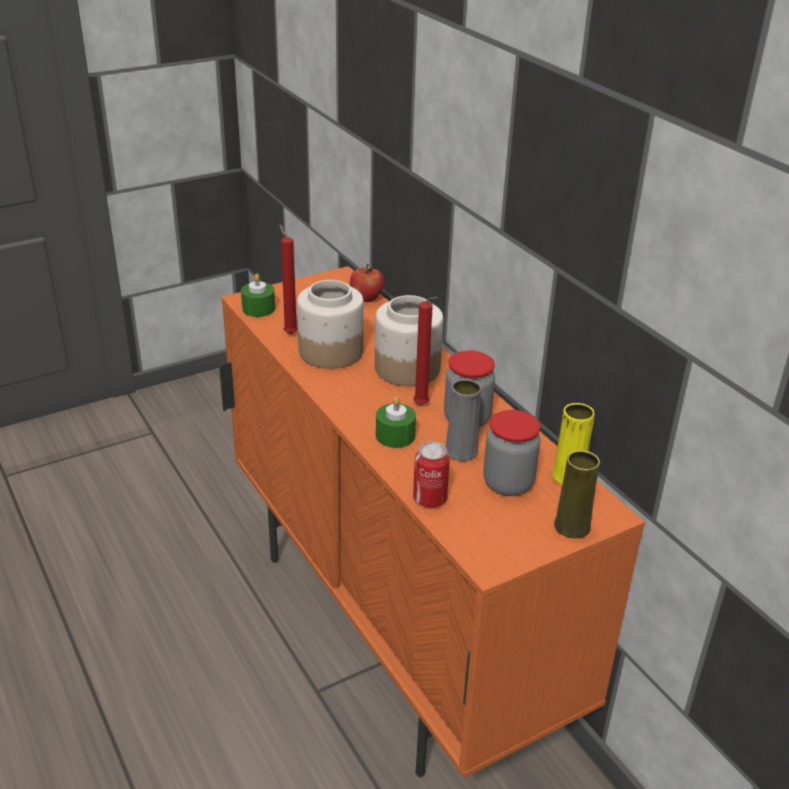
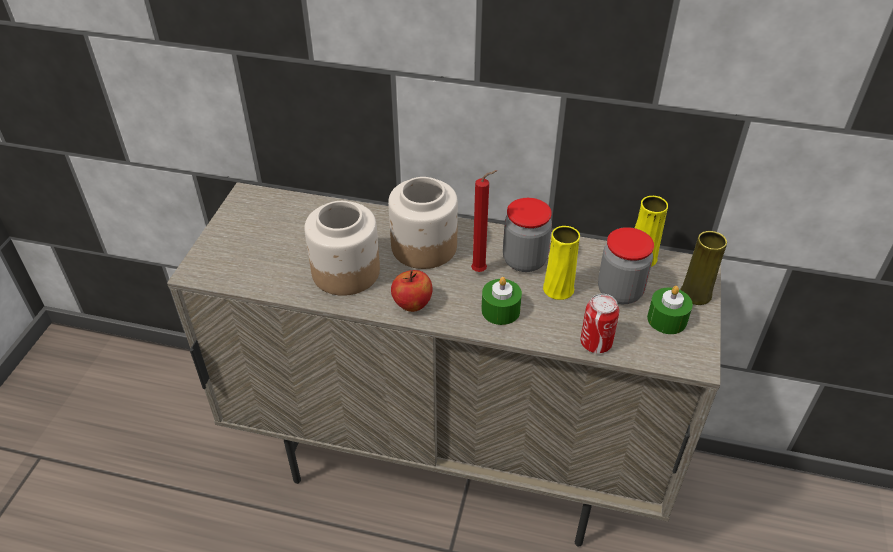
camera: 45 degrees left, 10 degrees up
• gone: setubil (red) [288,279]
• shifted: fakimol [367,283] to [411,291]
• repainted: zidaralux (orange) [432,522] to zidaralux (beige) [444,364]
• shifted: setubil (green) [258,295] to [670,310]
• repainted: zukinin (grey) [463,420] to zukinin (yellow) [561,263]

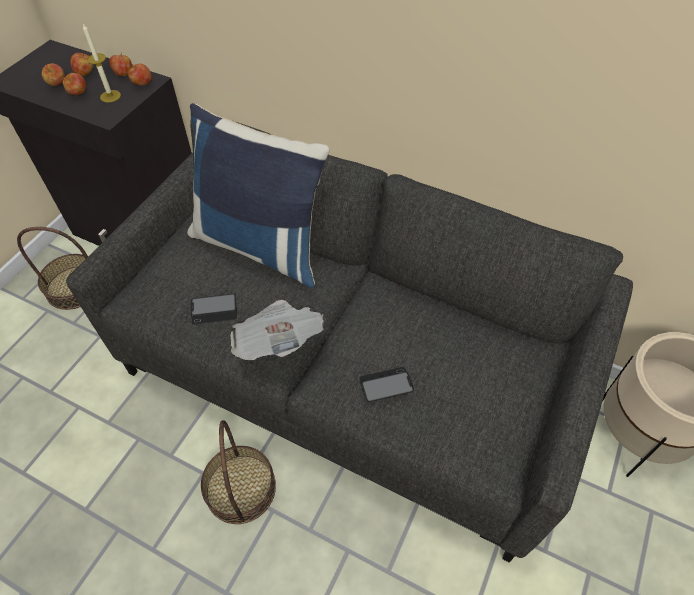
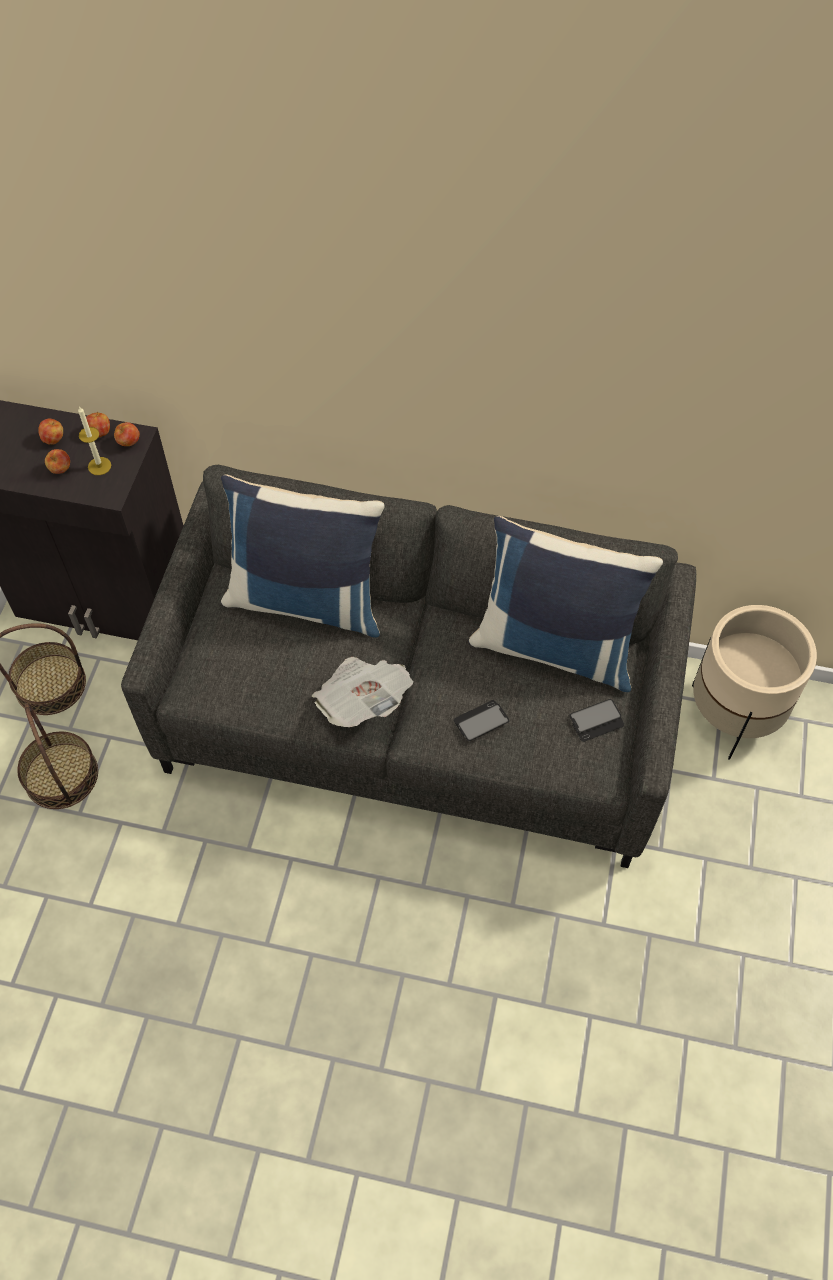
camera: 15 degrees left, 5 degrees up
• gone: fakimol [53,74]
• shifted: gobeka [214,309] to [597,720]
• shifted: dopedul [238,472] to [57,756]
• new: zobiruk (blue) [565,604]

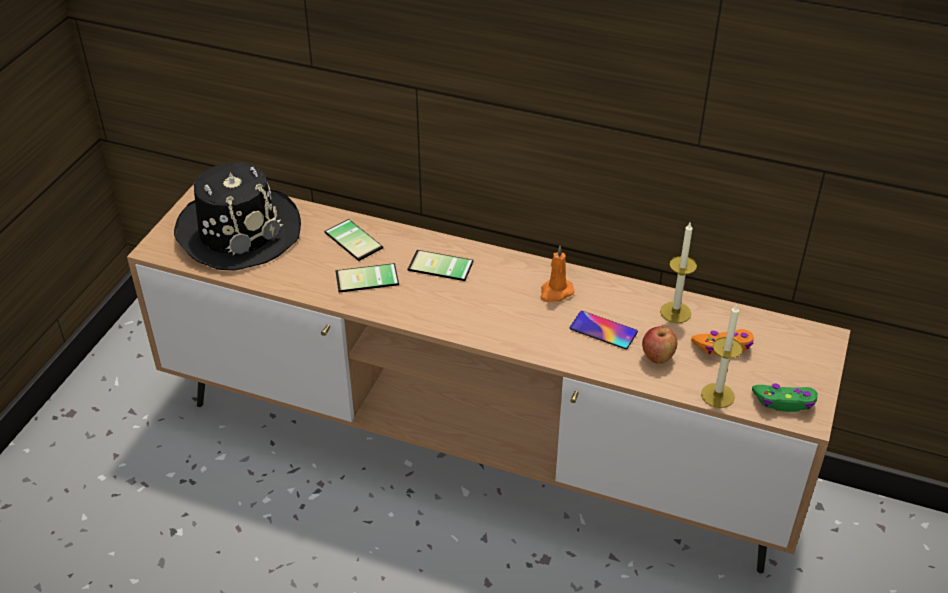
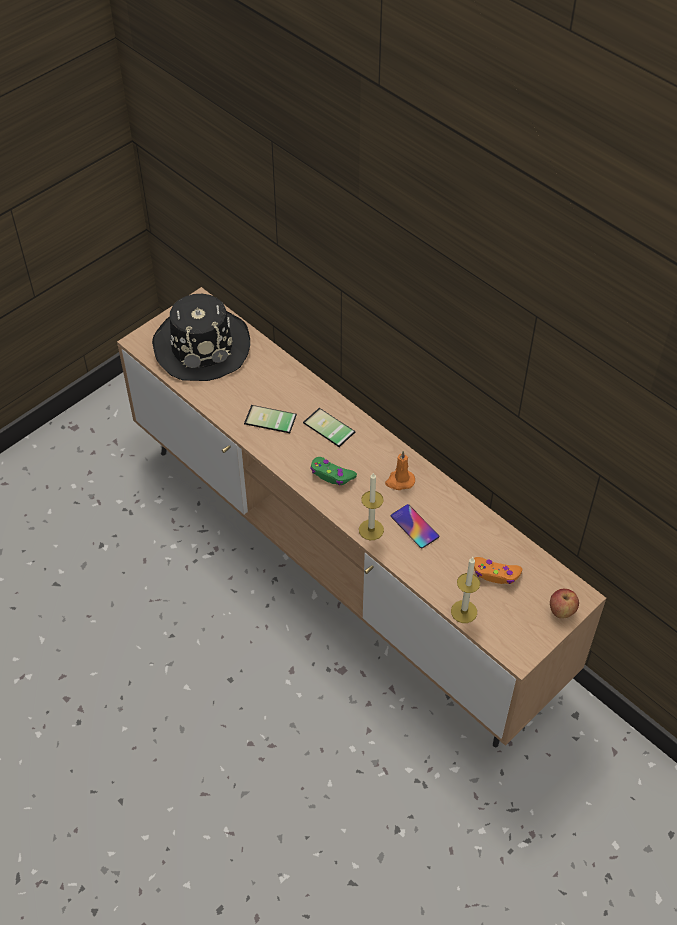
camera: 25 degrees right, 10 degrees up
• gone: gobeka [353,240]
• shifted: setubil [678,273] to [371,506]
• shifted: fakimol [659,345] to [564,604]
• shifted: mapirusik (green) [785,397] to [333,471]

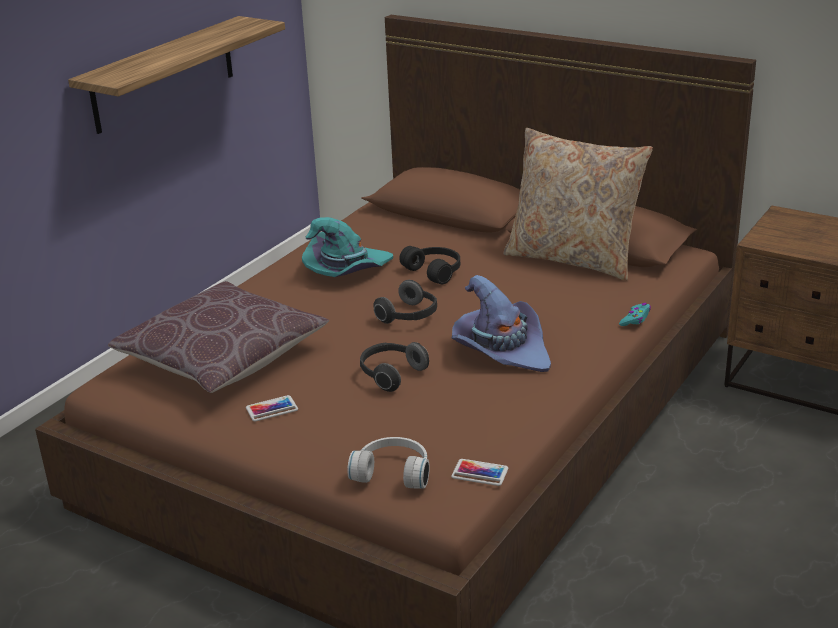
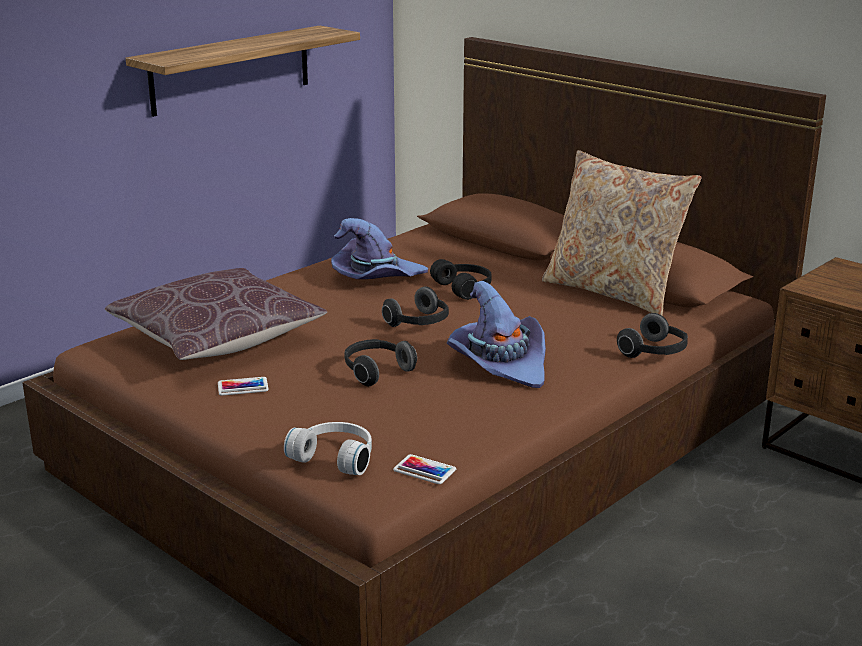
camera: 10 degrees right, 5 degrees down
• repainted: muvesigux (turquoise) [347,247] to muvesigux (purple) [379,248]
• swapped: mapirusik (turquoise) [635,314] to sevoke [652,335]

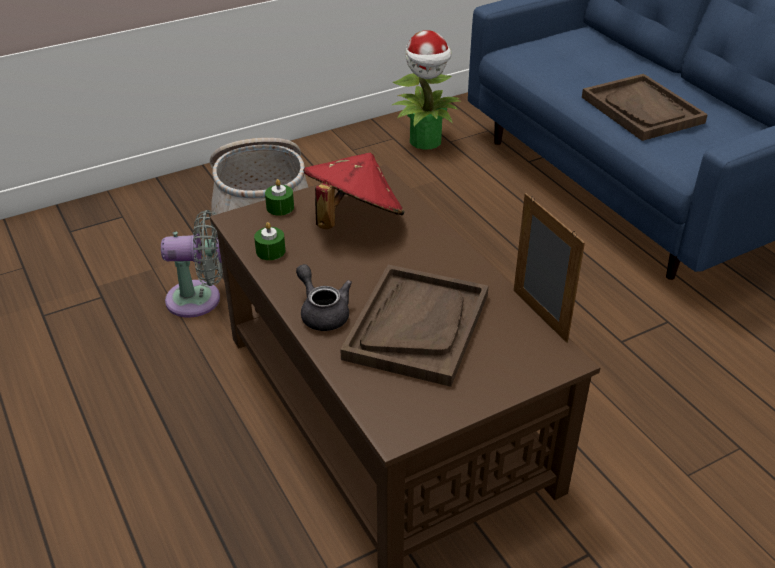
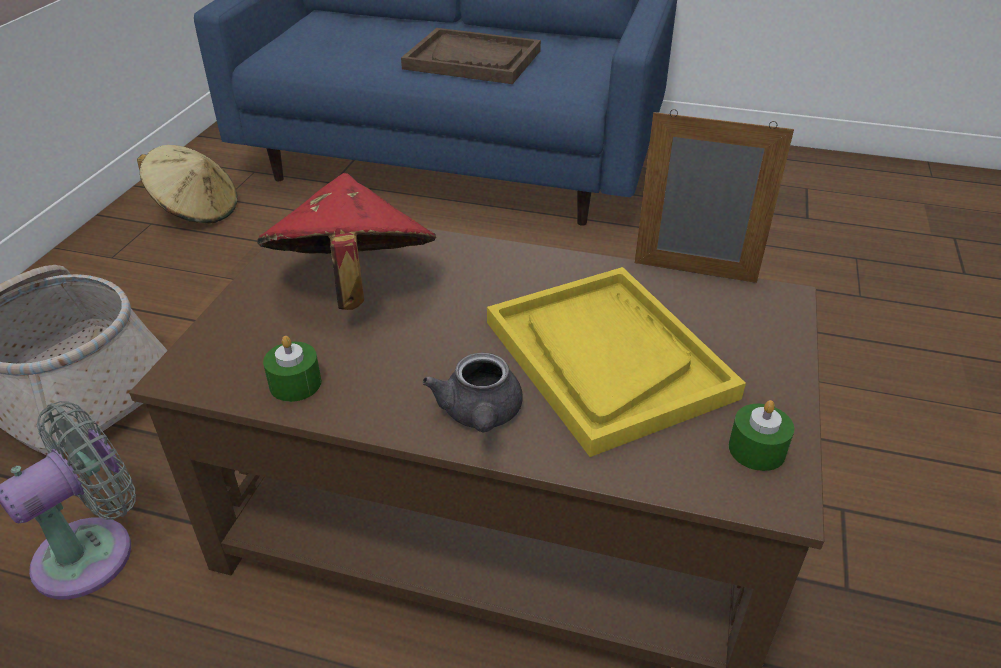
camera: 45 degrees left, 0 degrees up
• swapped: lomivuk [426,90] to muvesigux (beige) [187,184]
• shifted: setubil (green) [279,197] to [761,435]
• rotated: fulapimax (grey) [324,297] = [472,392] 105 degrees counterclockwise
• repainted: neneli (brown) [414,325] to neneli (yellow) [616,362]

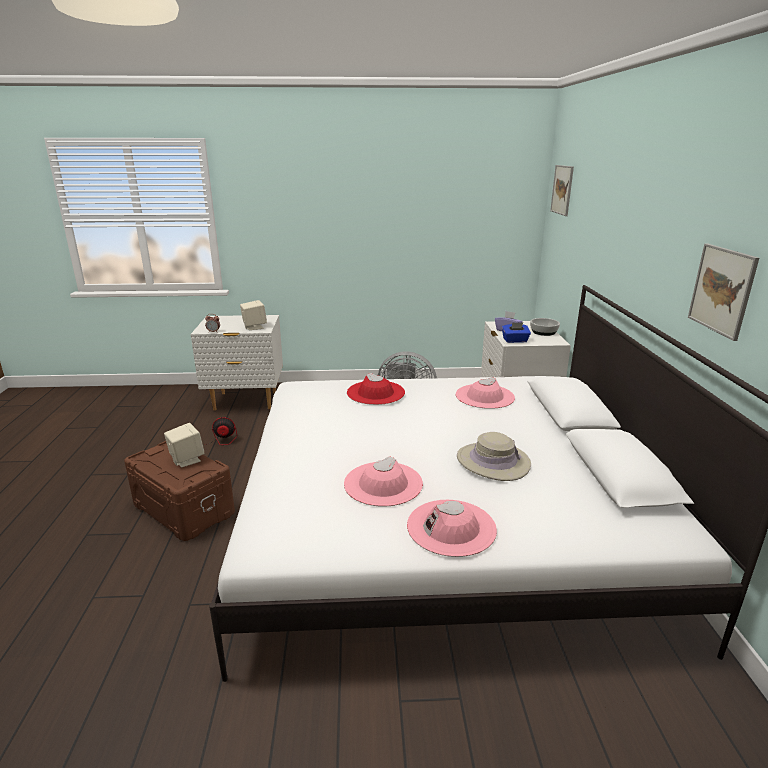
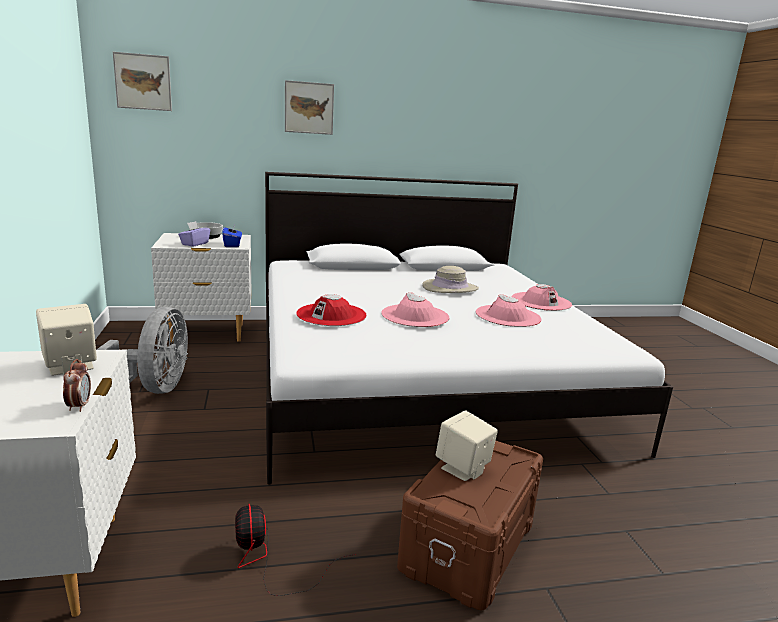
camera: 100 degrees left, 5 degrees down
• shifted: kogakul [723,292] to [309,107]
• shifted: muvesigux (pink) [485,393] to [415,309]

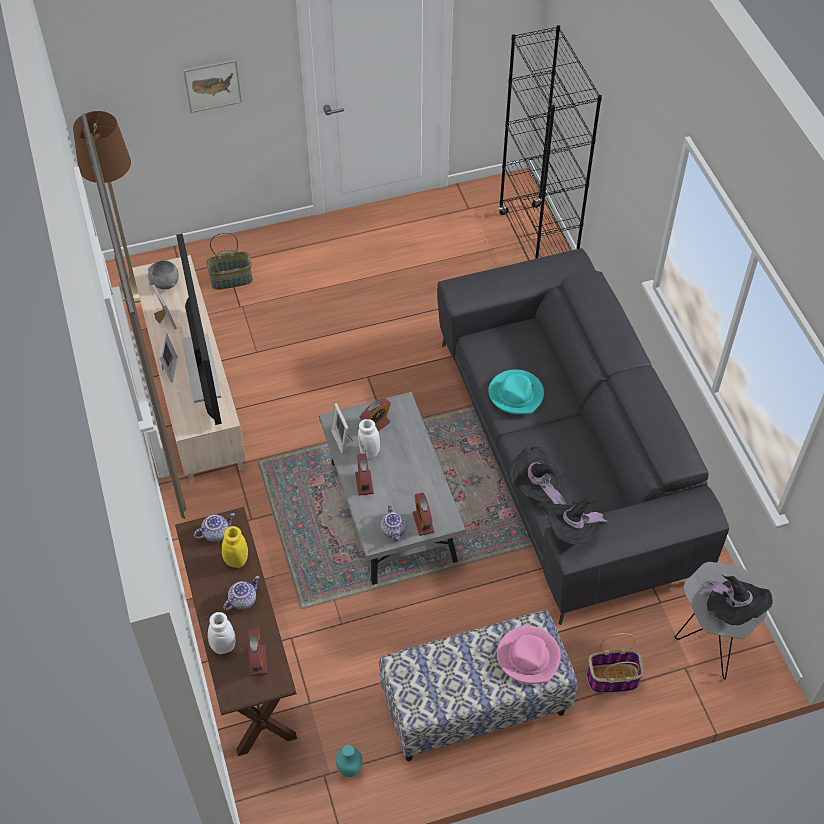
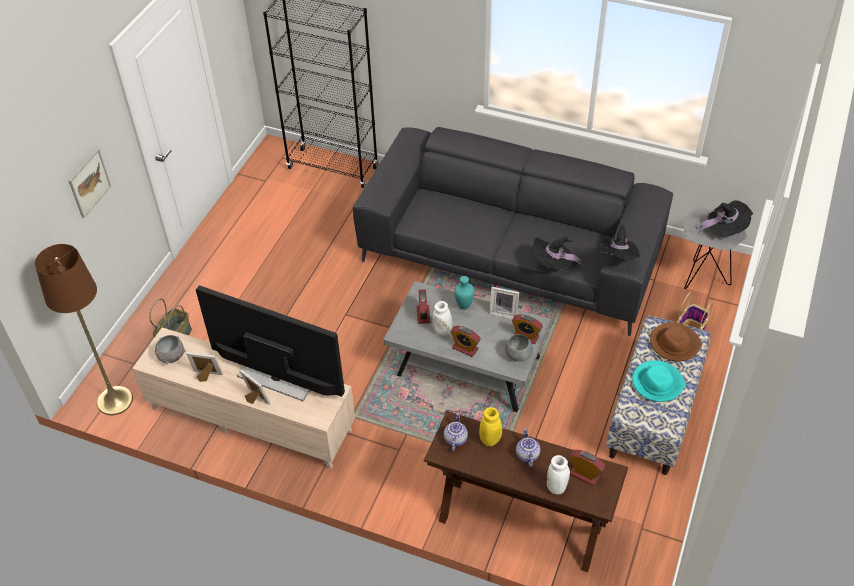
camera: 50 degrees left, 5 degrees down
• shifted: muvesigux (turquoise) [516,391] to [659,381]
• shifted: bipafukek [342,428] to [504,303]
• swapped: fulapimax [394,523] to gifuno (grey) [519,348]
• repainted: muvesigux (pink) [529,655] to muvesigux (brown) [676,341]
• shifted: zukinin (turquoise) [348,761] to [464,293]

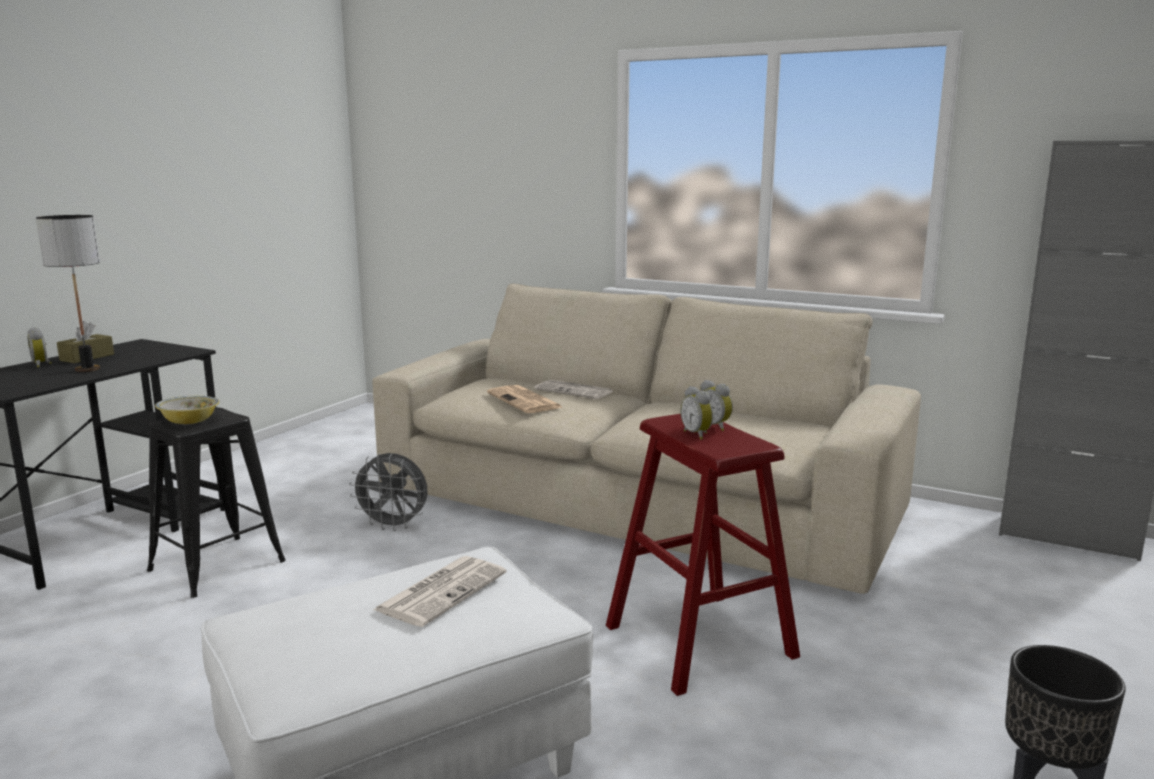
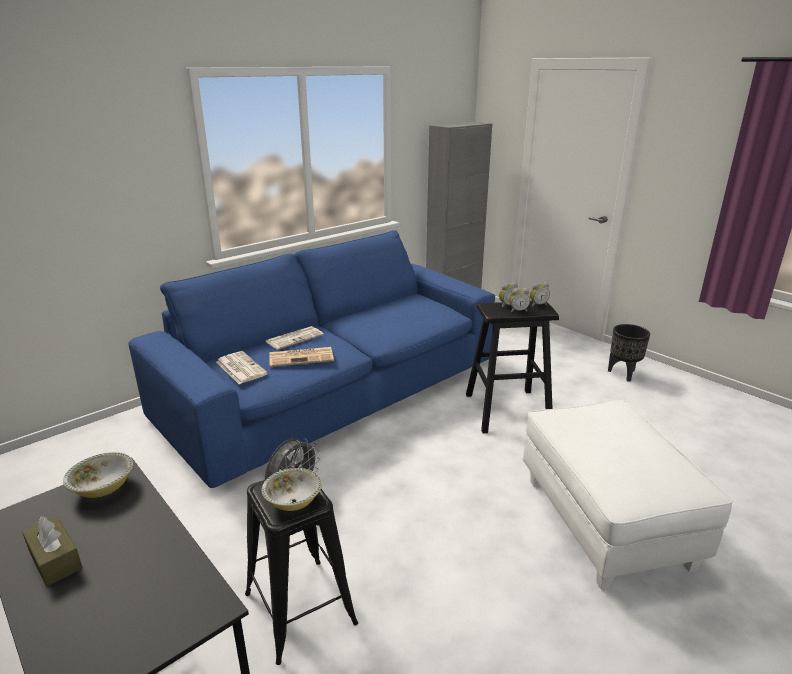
camera: 70 degrees left, 10 degrees up
• gone: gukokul [68,293]
• repainted: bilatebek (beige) [646,438] to bilatebek (blue) [311,359]
• shifted: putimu [39,347] to [540,294]
• repainted: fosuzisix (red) [703,555] to fosuzisix (black) [512,367]
• shifted: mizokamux [440,591] to [242,367]
• new: gifuno [98,475]

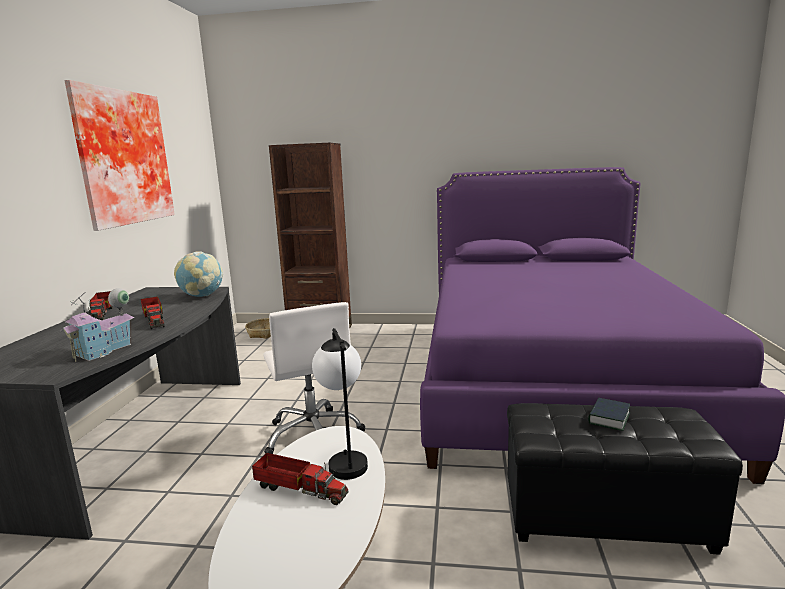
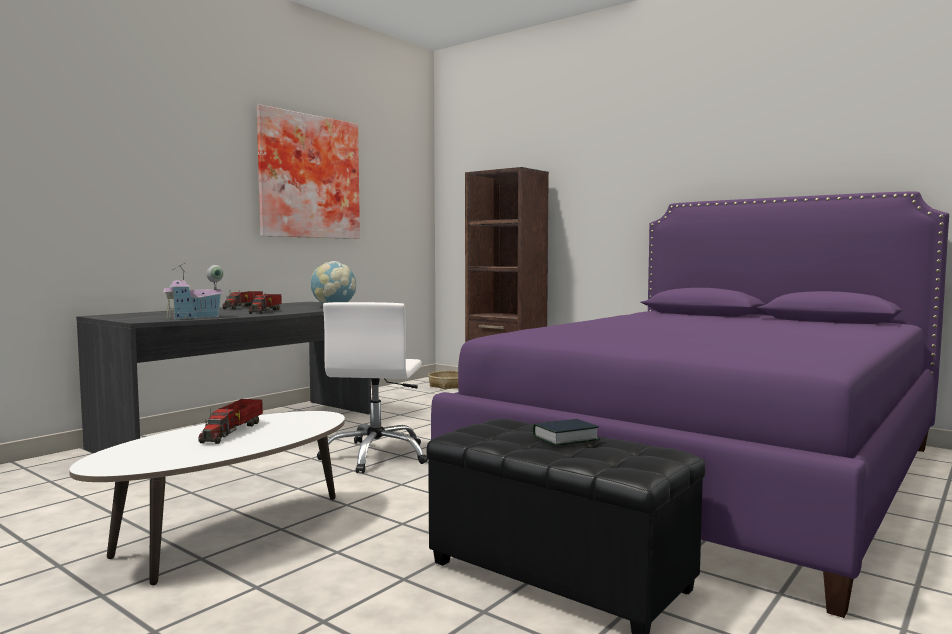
camera: 30 degrees right, 10 degrees down
• gone: gukokul [340,404]
• rotated: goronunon [300,479] = [230,421] 45 degrees clockwise

